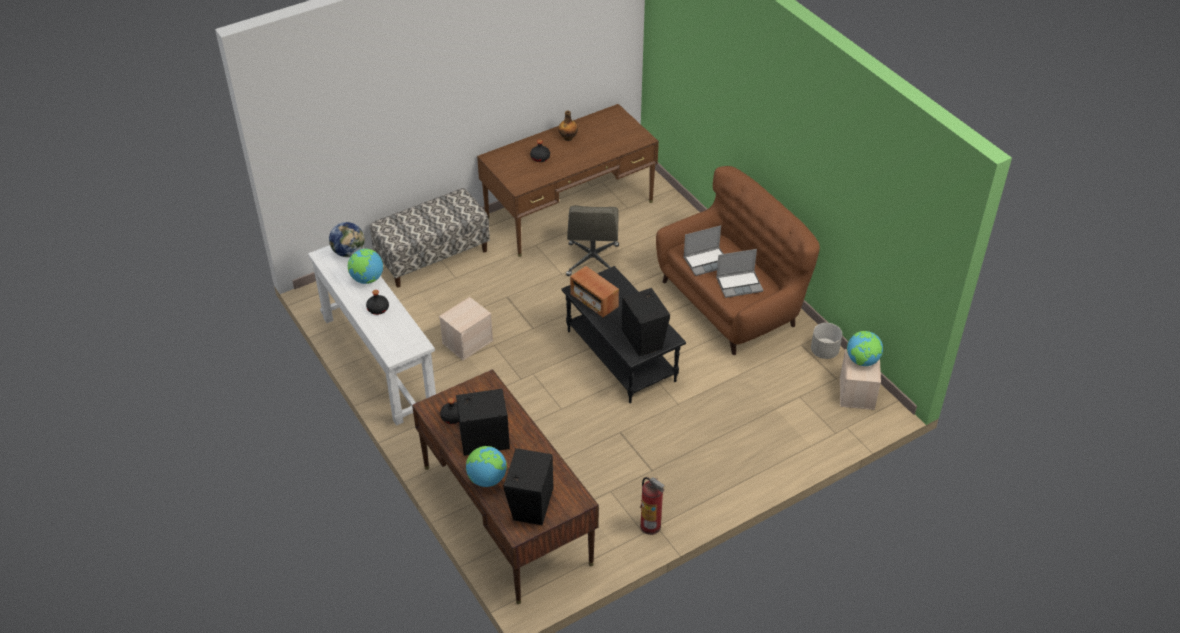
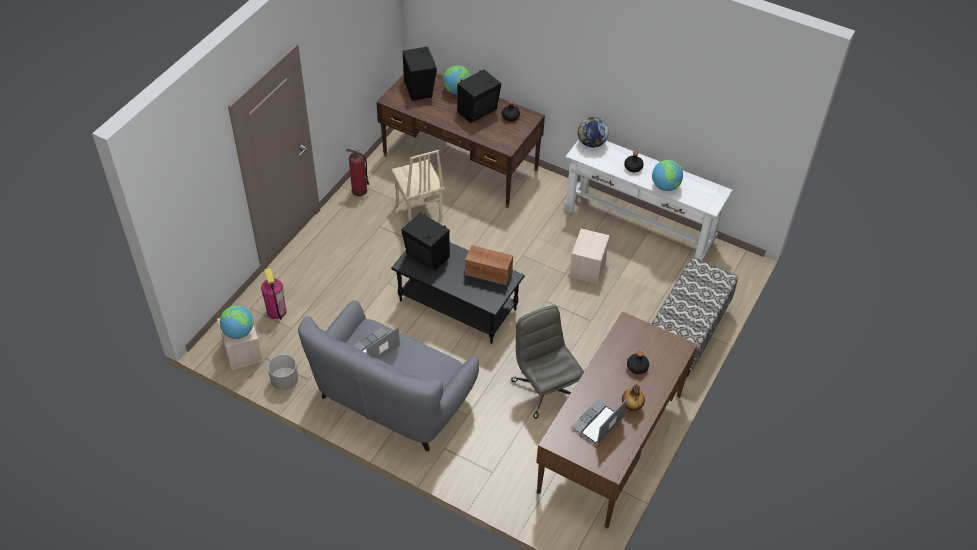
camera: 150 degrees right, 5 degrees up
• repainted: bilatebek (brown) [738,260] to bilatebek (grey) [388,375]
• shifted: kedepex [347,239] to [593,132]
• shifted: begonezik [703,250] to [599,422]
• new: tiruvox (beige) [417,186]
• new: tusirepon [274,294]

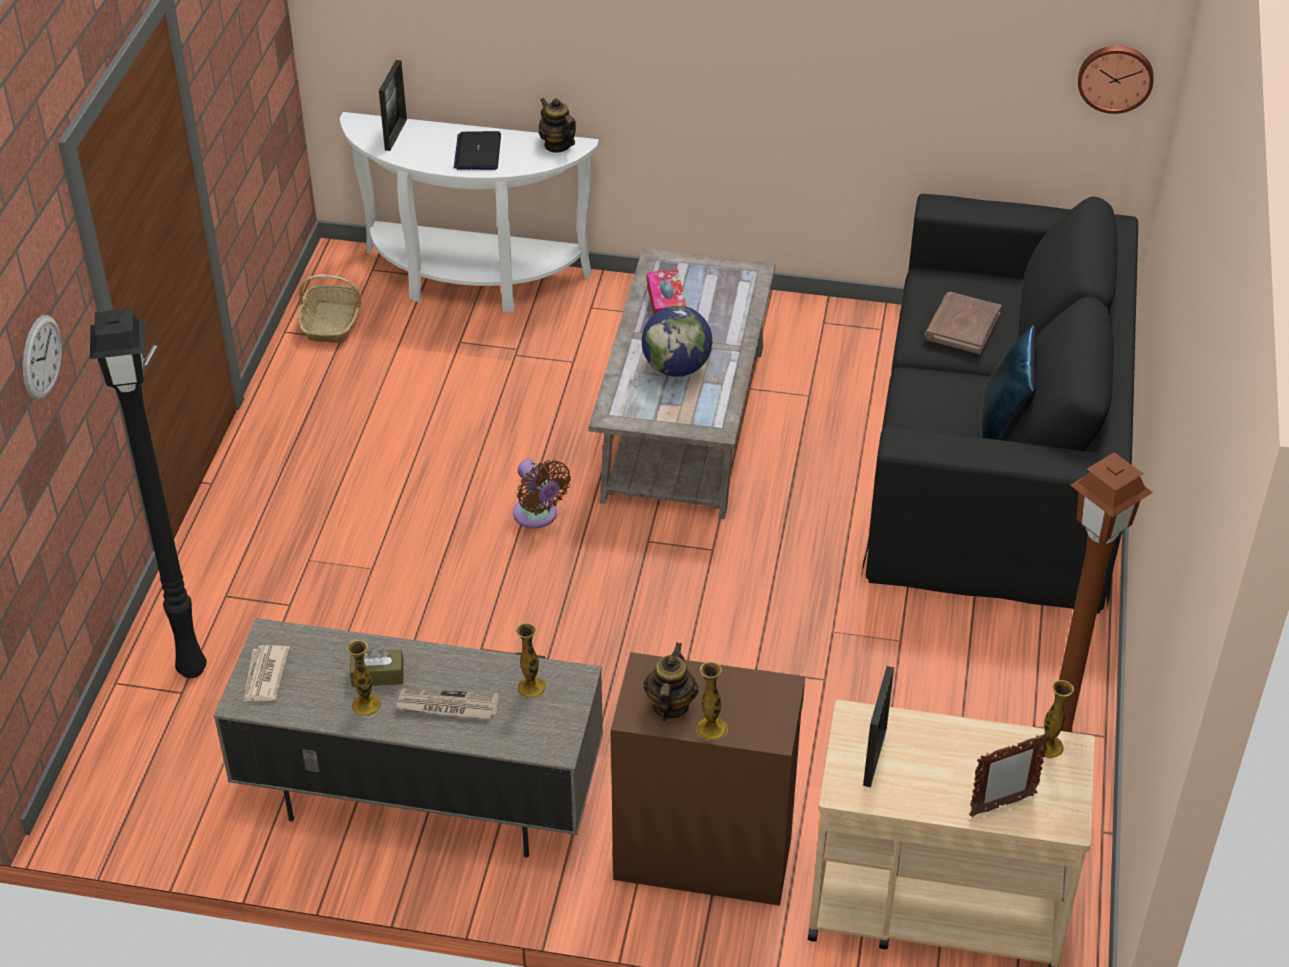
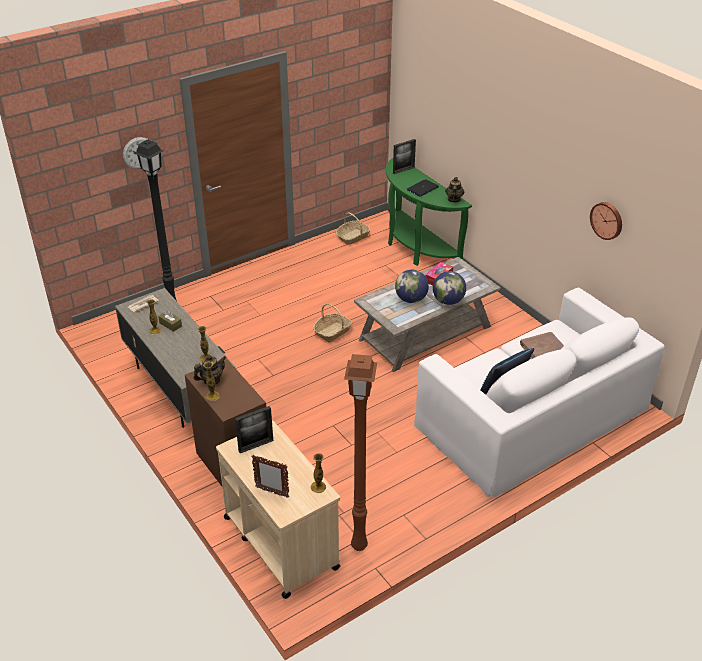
camera: 45 degrees right, 5 degrees down
• shifted: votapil [1115,80] to [606,221]
• repainted: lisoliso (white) [469,212] to lisoliso (green) [429,212]
• repainted: bilatebek (black) [999,404] to bilatebek (white) [539,393]
• swapped: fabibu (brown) [542,494] to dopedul [332,322]
• gone: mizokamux [447,704]
• new: kedepex [449,288]

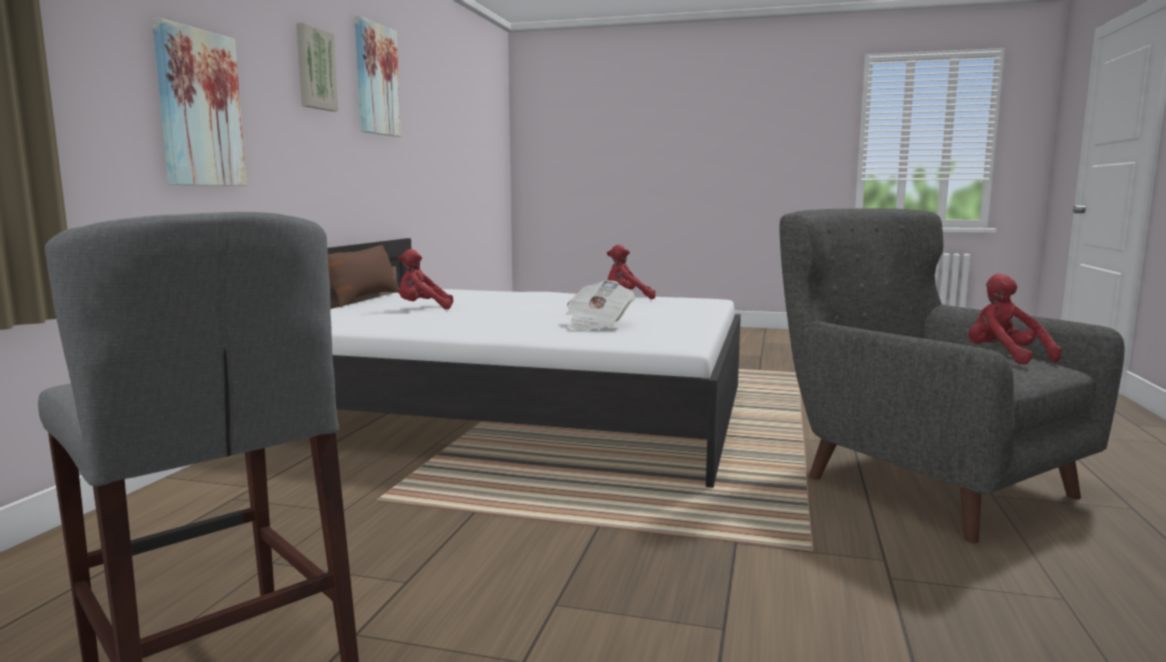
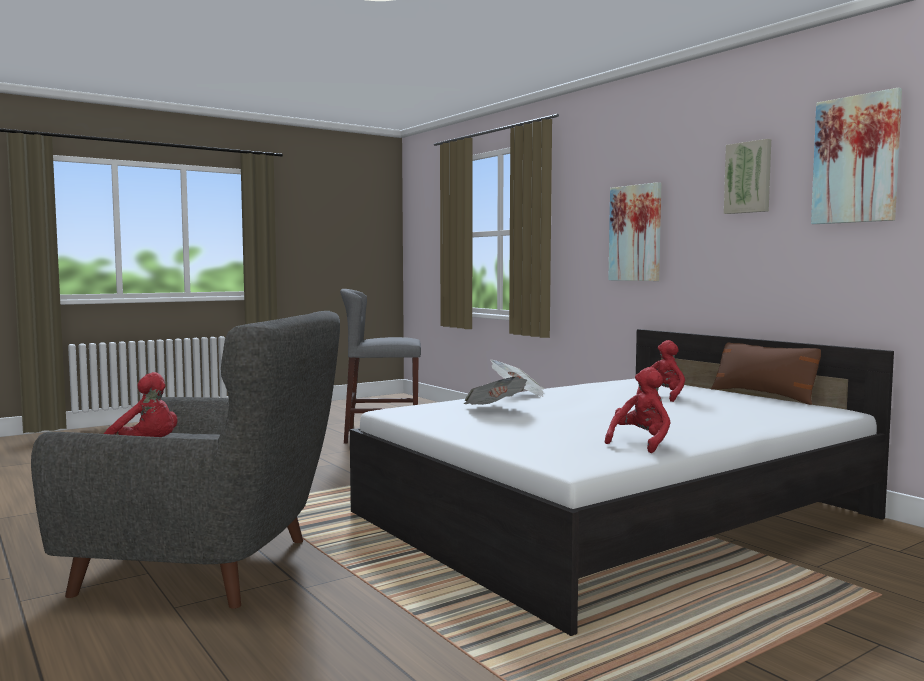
camera: 130 degrees right, 5 degrees down
• new: mizokamux [517,378]

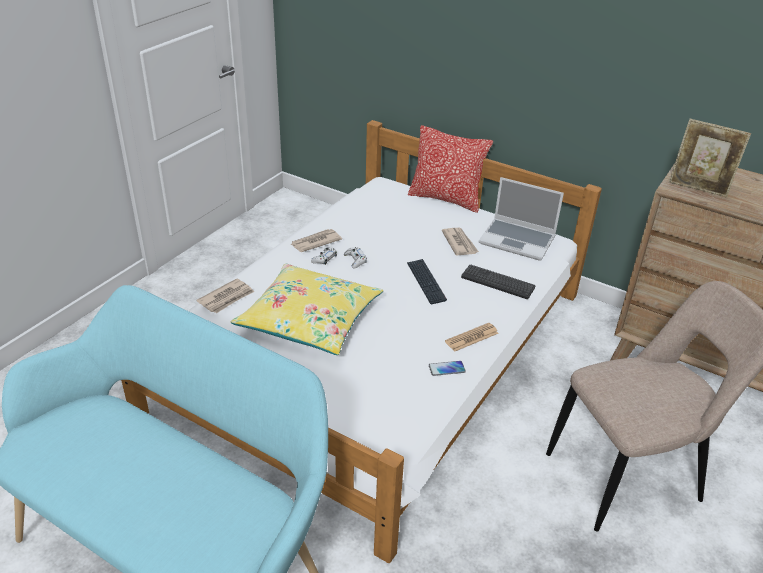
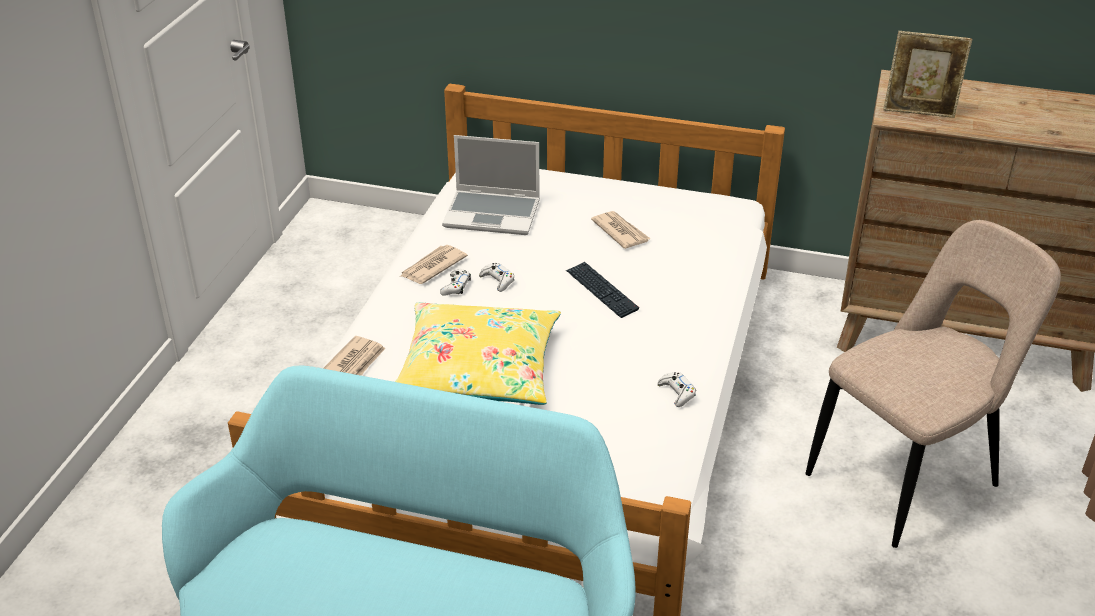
camera: 15 degrees left, 0 degrees up
• gone: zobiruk [450,169]
• shifted: begonezik [521,219] to [491,185]
• gone: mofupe [498,281]
• gone: mizokamux [472,337]
• swapped: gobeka [447,368] to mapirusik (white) [676,389]

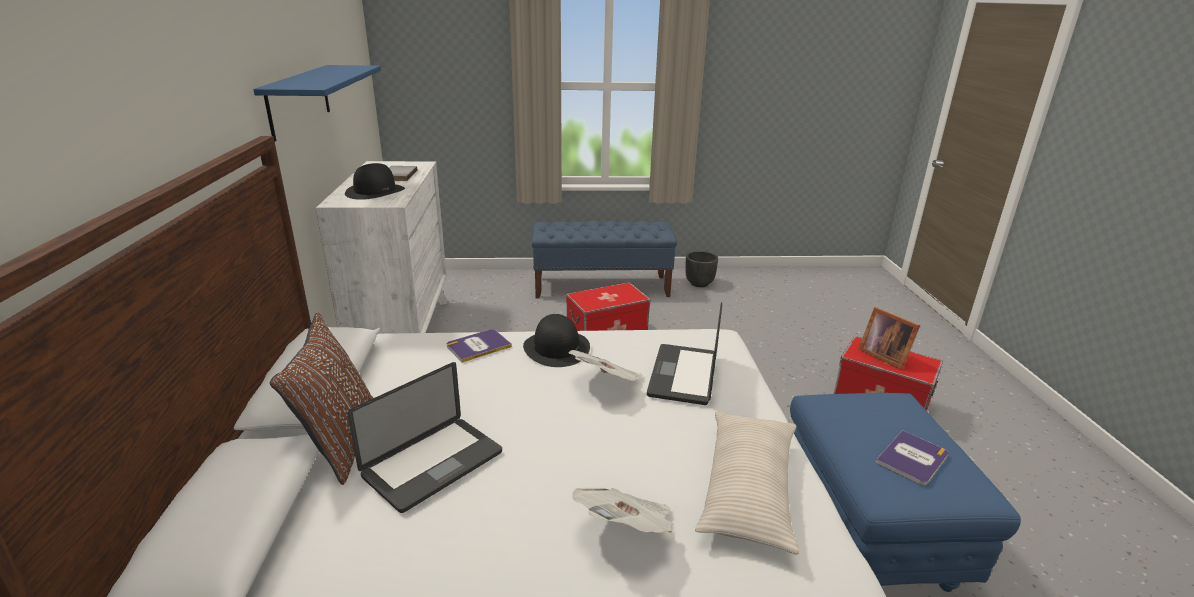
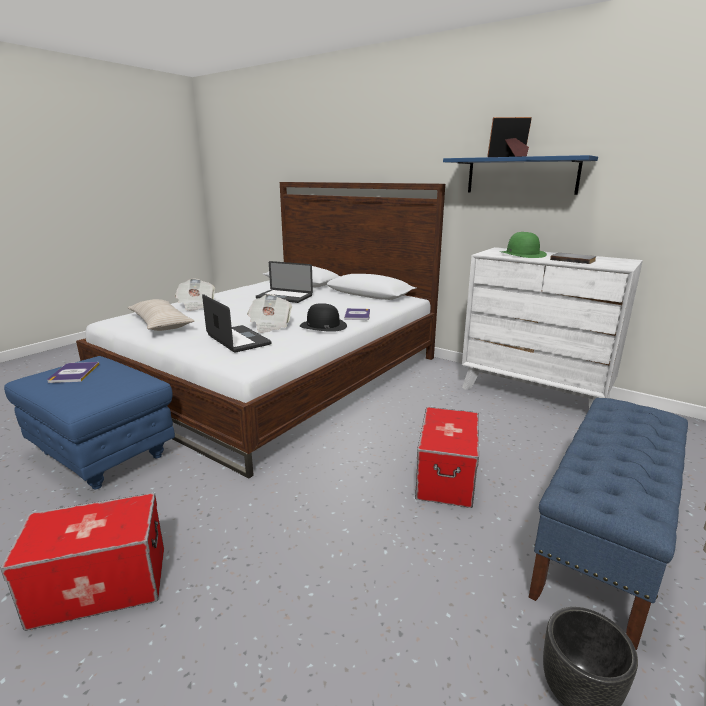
camera: 130 degrees right, 5 degrees down
• repainted: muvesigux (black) [375,181] to muvesigux (green) [524,245]
• shifted: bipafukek [889,338] to [509,137]
• gone: zobiruk (brown) [321,399]
• rotated: begonezik [424,437] = [284,282] 60 degrees counterclockwise

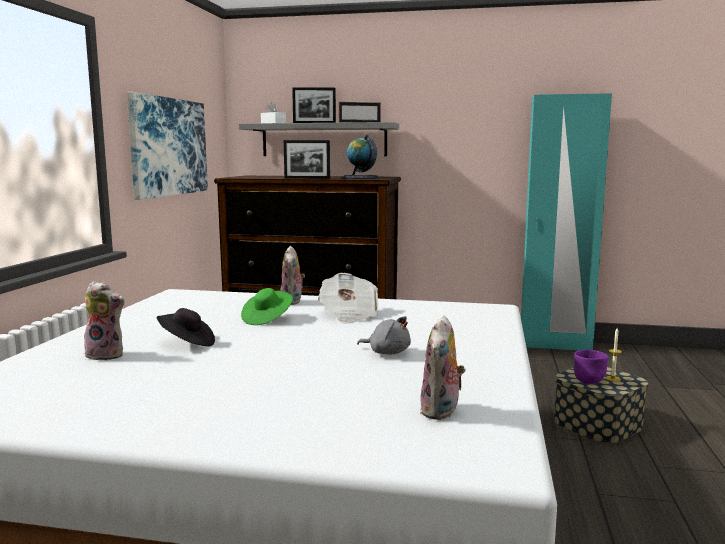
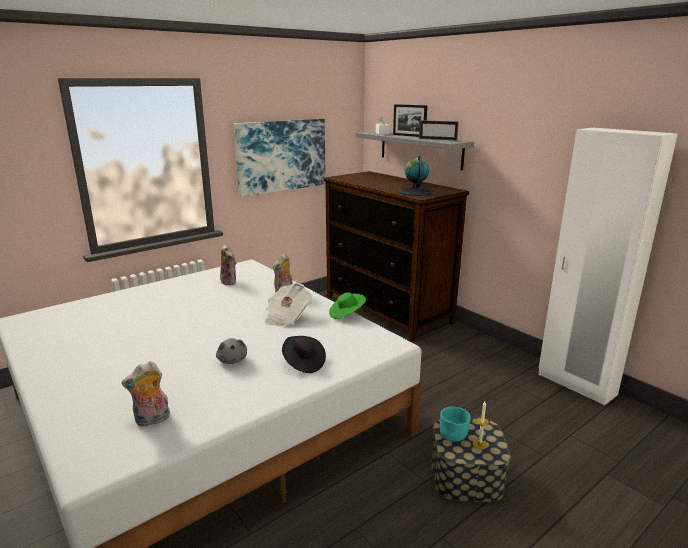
camera: 40 degrees right, 10 degrees up
• repainted: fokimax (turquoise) [566,221] to fokimax (white) [608,266]
• gone: bipafukek [307,159]
• shifted: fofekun [104,320] to [228,264]
• shifted: muvesigux (green) [267,306] to [347,305]
• shifted: muvesigux (black) [186,327] to [304,354]
• repainted: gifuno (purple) [591,366] to gifuno (turquoise) [455,424]

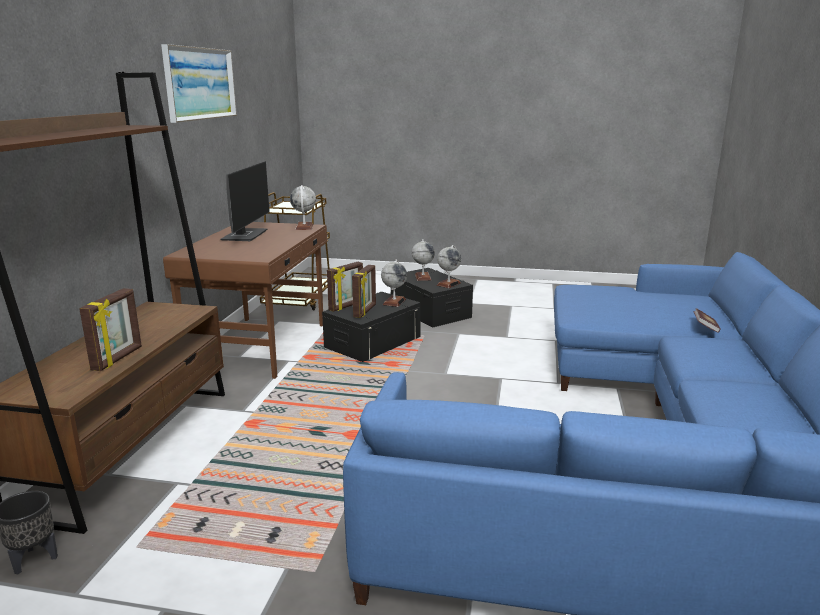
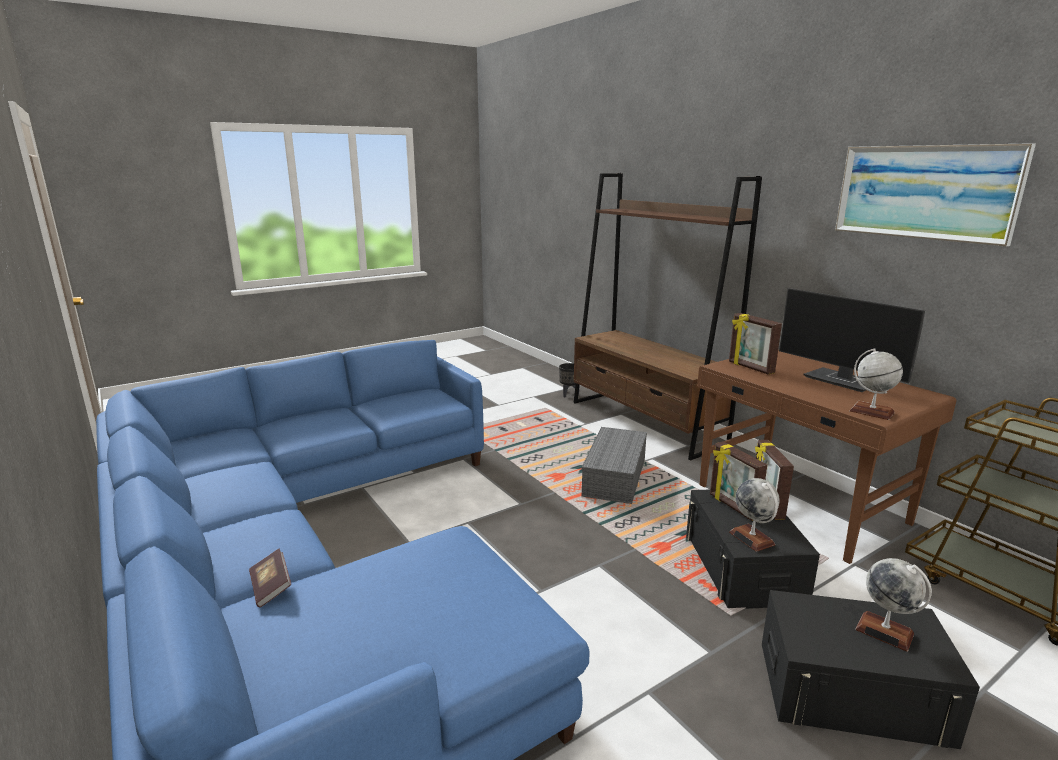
camera: 135 degrees right, 0 degrees up
• gone: kedepex [449,266]
• shifted: bipafukek [110,329] to [755,344]
• new: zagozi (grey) [614,465]

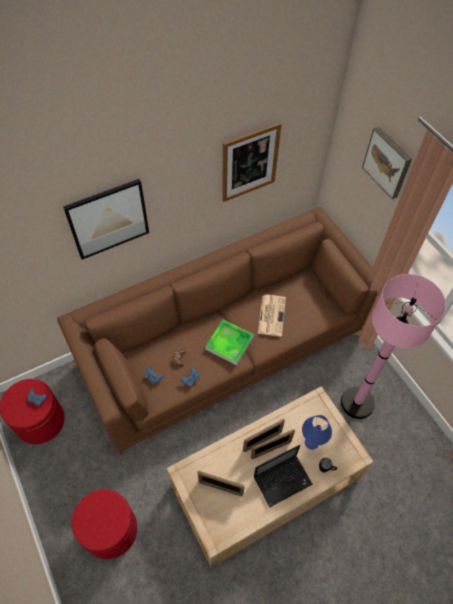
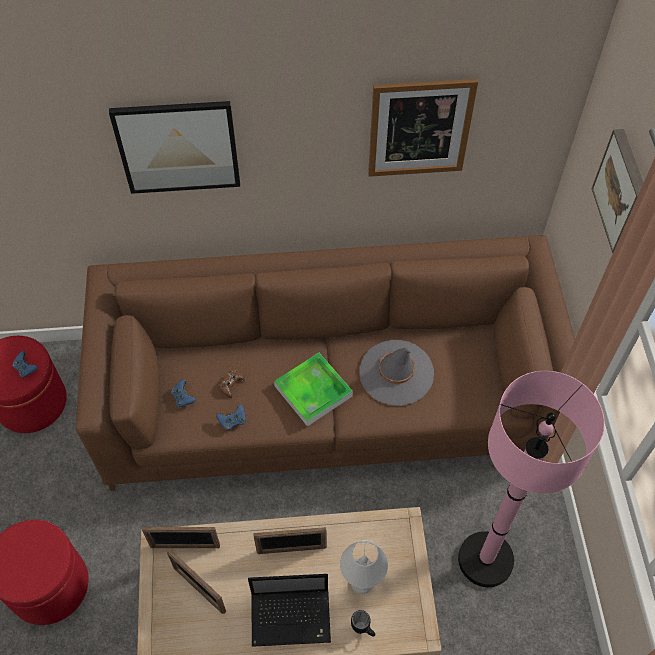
camera: 25 degrees right, 0 degrees up
• swapped: mizokamux [272,316] to muvesigux (grey) [396,373]
• repainted: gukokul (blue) [317,432] to gukokul (white) [364,567]
• shifted: bipafukek [273,444] to [181,537]

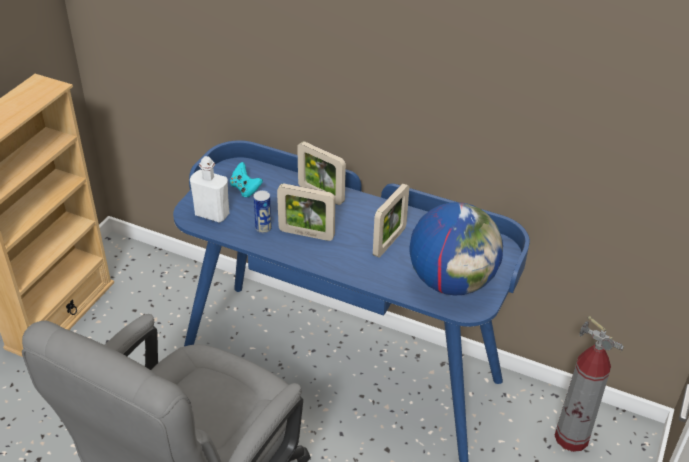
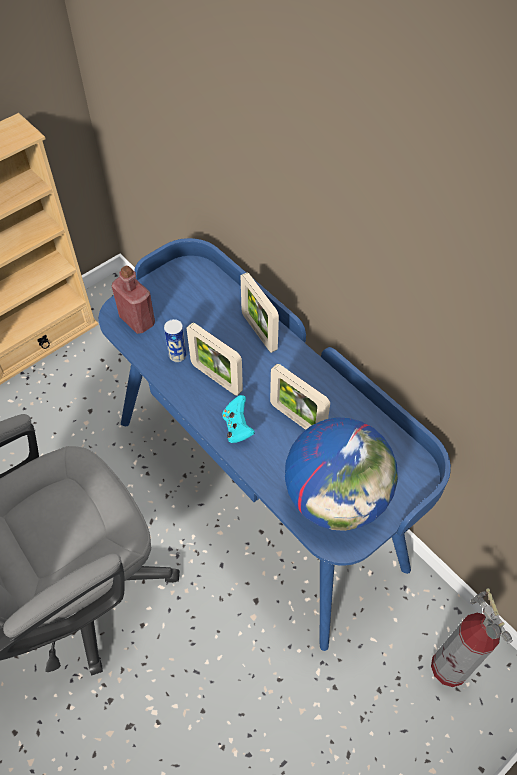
camera: 25 degrees right, 15 degrees up
• repainted: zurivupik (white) [209,189] to zurivupik (red) [133,300]
• shifted: mapirusik (turquoise) [246,179] to [238,419]
• rotated: bipafukek [391,221] = [300,397] 75 degrees clockwise

